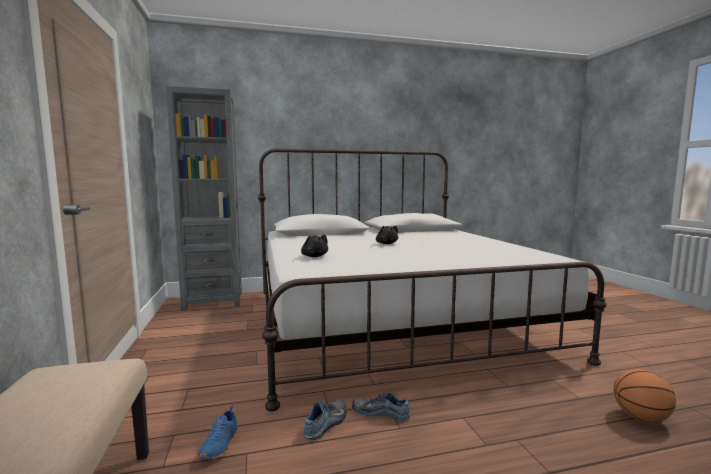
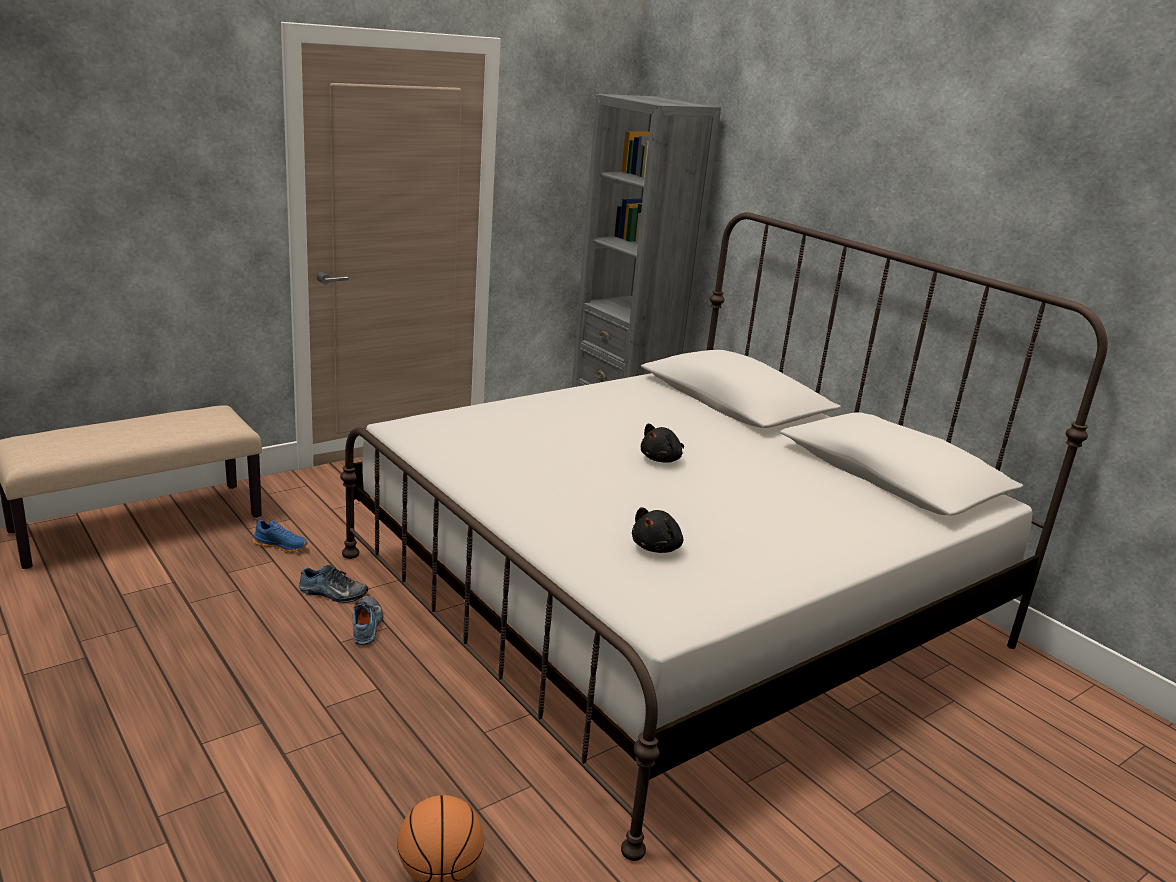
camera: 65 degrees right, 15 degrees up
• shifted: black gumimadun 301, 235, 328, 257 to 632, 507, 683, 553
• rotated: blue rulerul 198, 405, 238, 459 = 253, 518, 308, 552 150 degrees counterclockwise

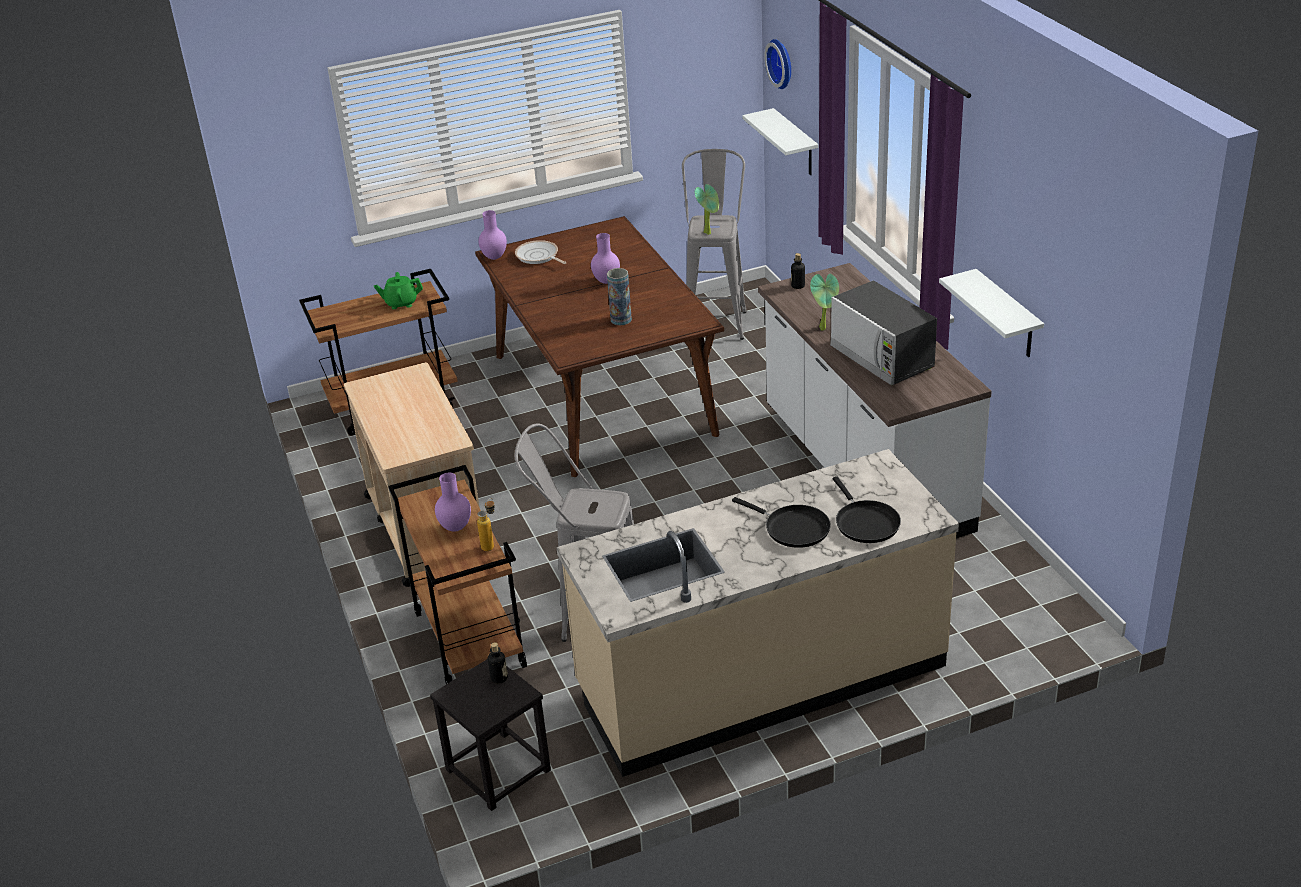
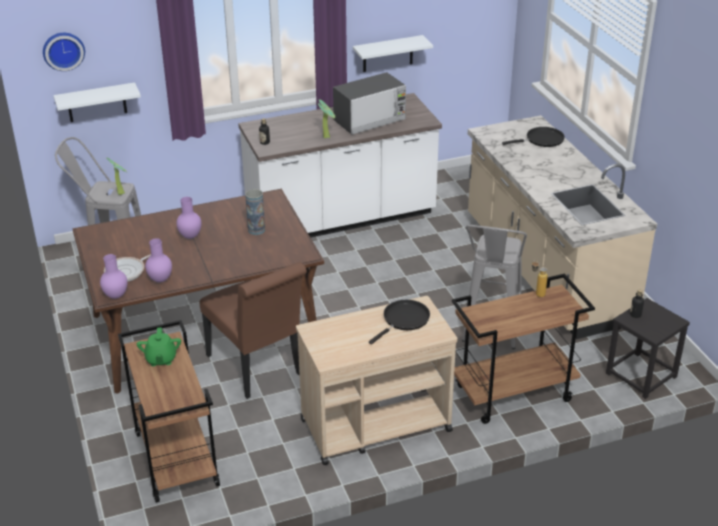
camera: 90 degrees left, 0 degrees up
• new: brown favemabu 200, 262, 307, 399
• shifted: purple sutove 435, 473, 471, 532 to 145, 238, 172, 282
• shifted: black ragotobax 732, 497, 831, 548 to 369, 300, 430, 344

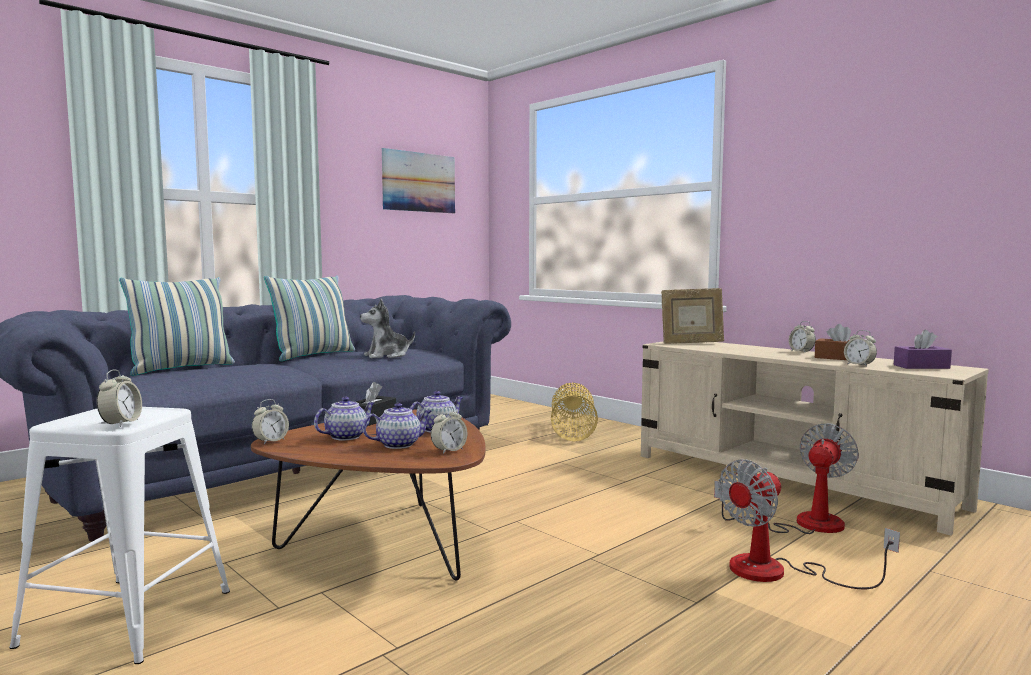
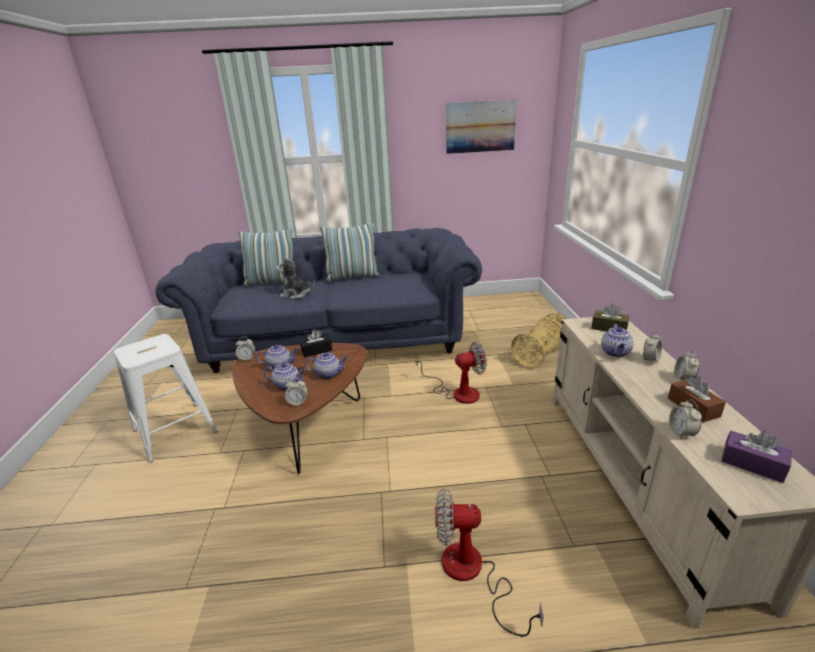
camera: 40 degrees right, 20 degrees up
• new: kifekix 601, 324, 634, 357
• shifted: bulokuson 96, 370, 142, 427 to 643, 332, 662, 364
• shifted: gumimadun 360, 299, 415, 358 to 276, 257, 314, 299
• shifted: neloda 714, 423, 859, 534 to 416, 342, 487, 404
• swapped: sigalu 661, 288, 724, 344 to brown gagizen 591, 304, 629, 332

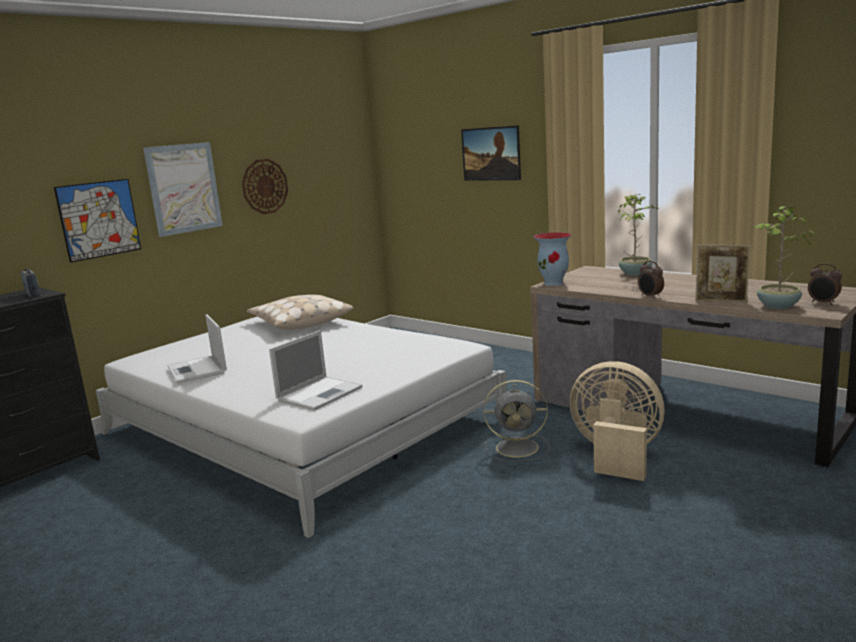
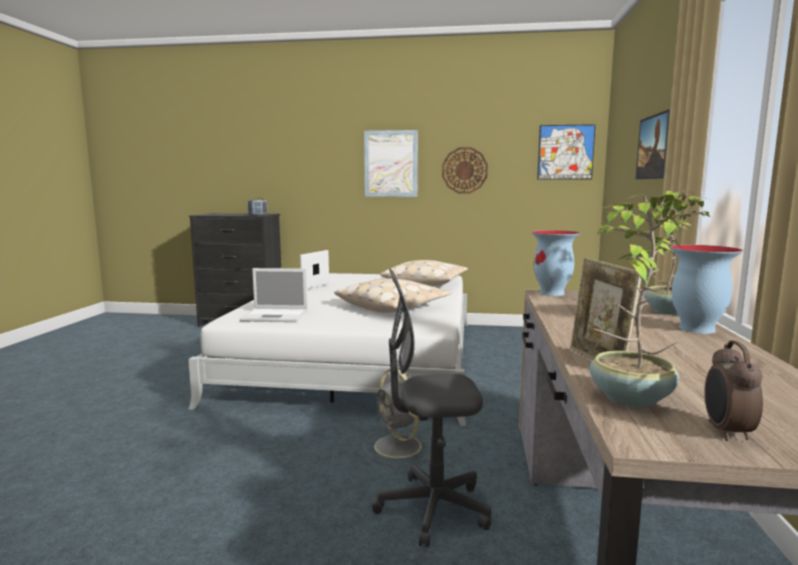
camera: 55 degrees right, 5 degrees down
• gone: bulokuson 638, 261, 664, 299
• new: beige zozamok 334, 279, 451, 313
• new: sutove 670, 245, 743, 334
• shifted: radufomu 54, 179, 141, 263 to 537, 124, 596, 180
• swapped: beige neloda 570, 361, 665, 481 to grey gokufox 372, 269, 491, 547

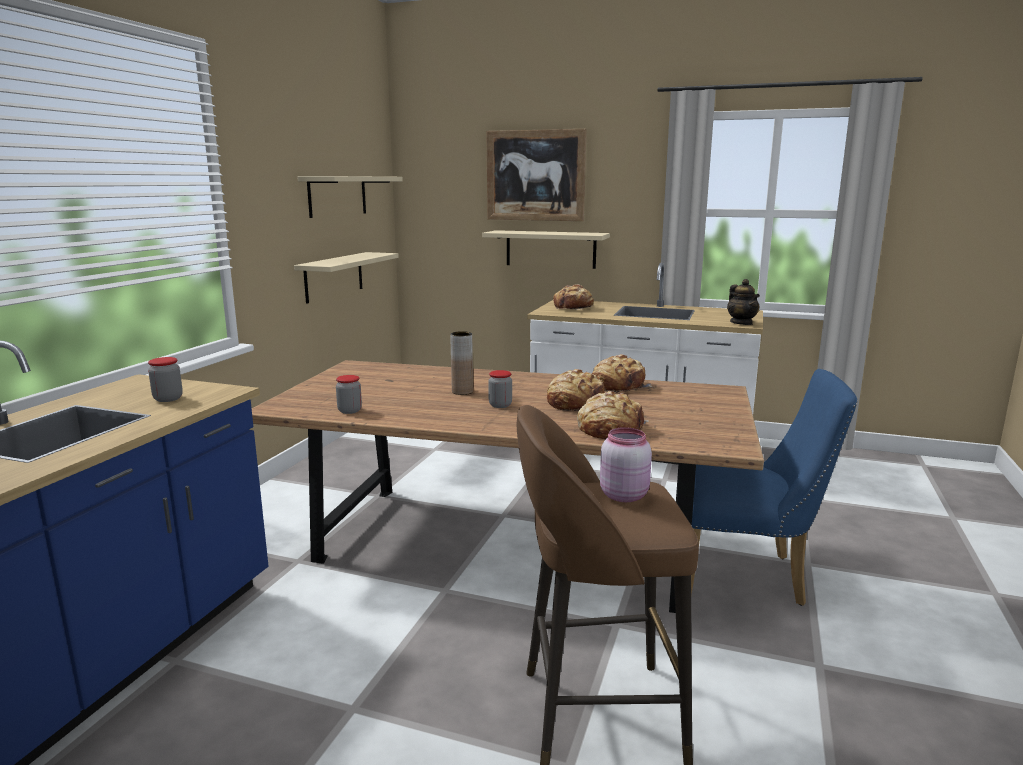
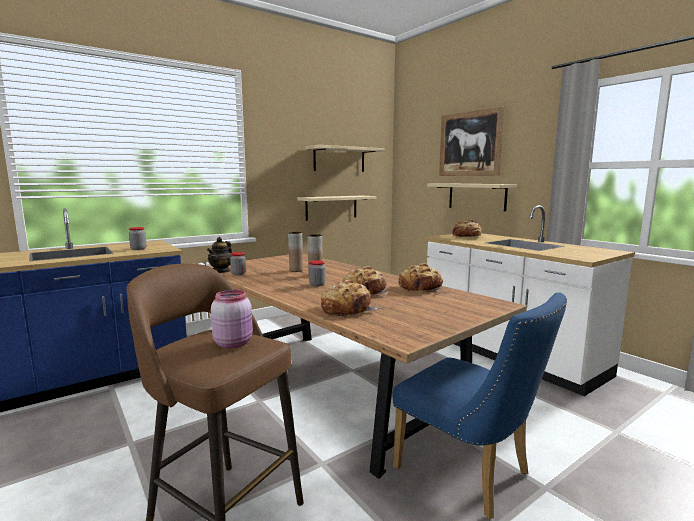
camera: 35 degrees right, 5 degrees down
• new: brown sutove 288, 232, 303, 272
• shifted: kifekix 727, 279, 760, 325 to 207, 237, 232, 273

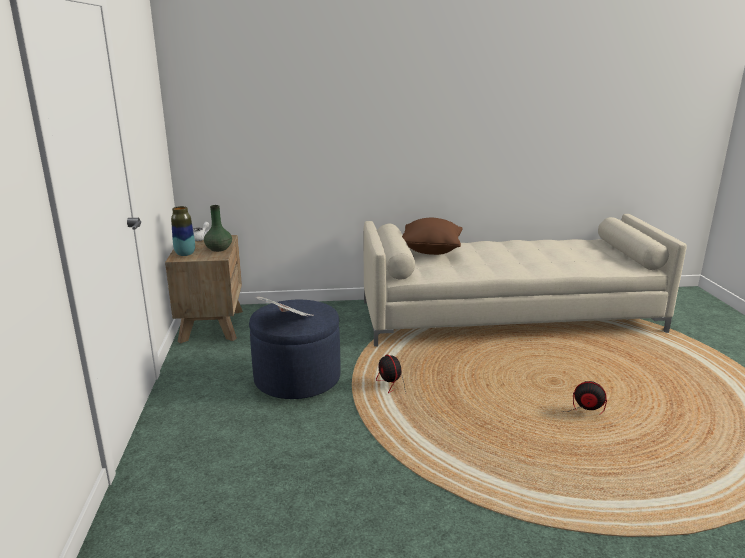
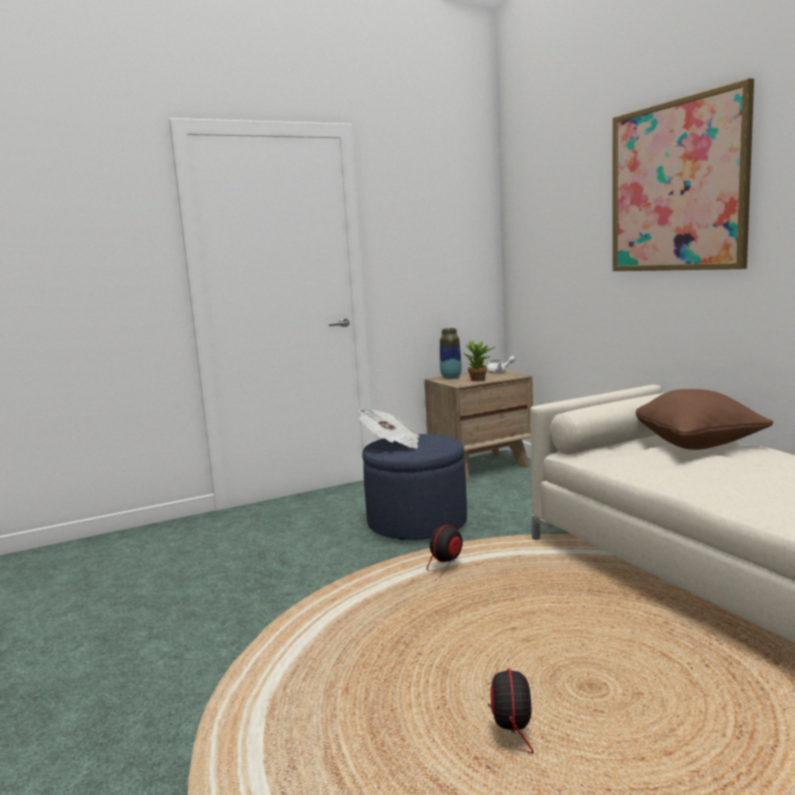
camera: 70 degrees right, 10 degrees down
• new: radufomu 612, 78, 754, 271
• swapped: green sutove 204, 205, 232, 252 to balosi 463, 340, 495, 381

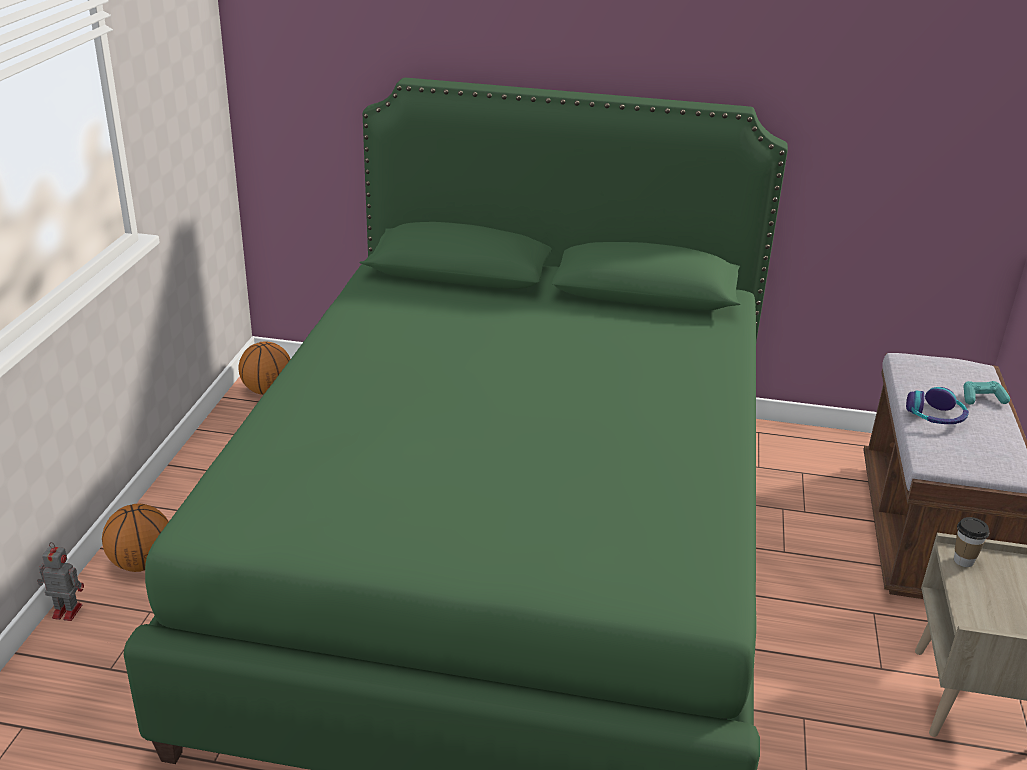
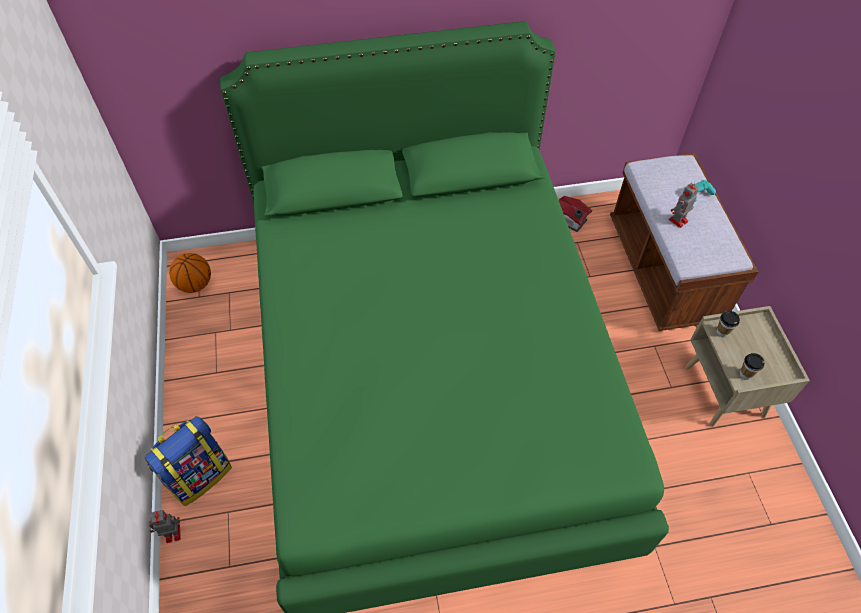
camera: 20 degrees left, 25 degrees up
• new: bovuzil 559, 196, 592, 232
• new: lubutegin 740, 353, 765, 380
• swapped: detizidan 102, 504, 169, 572 to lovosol 145, 416, 232, 506
• swapped: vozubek 906, 387, 969, 424 to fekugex 669, 182, 699, 228

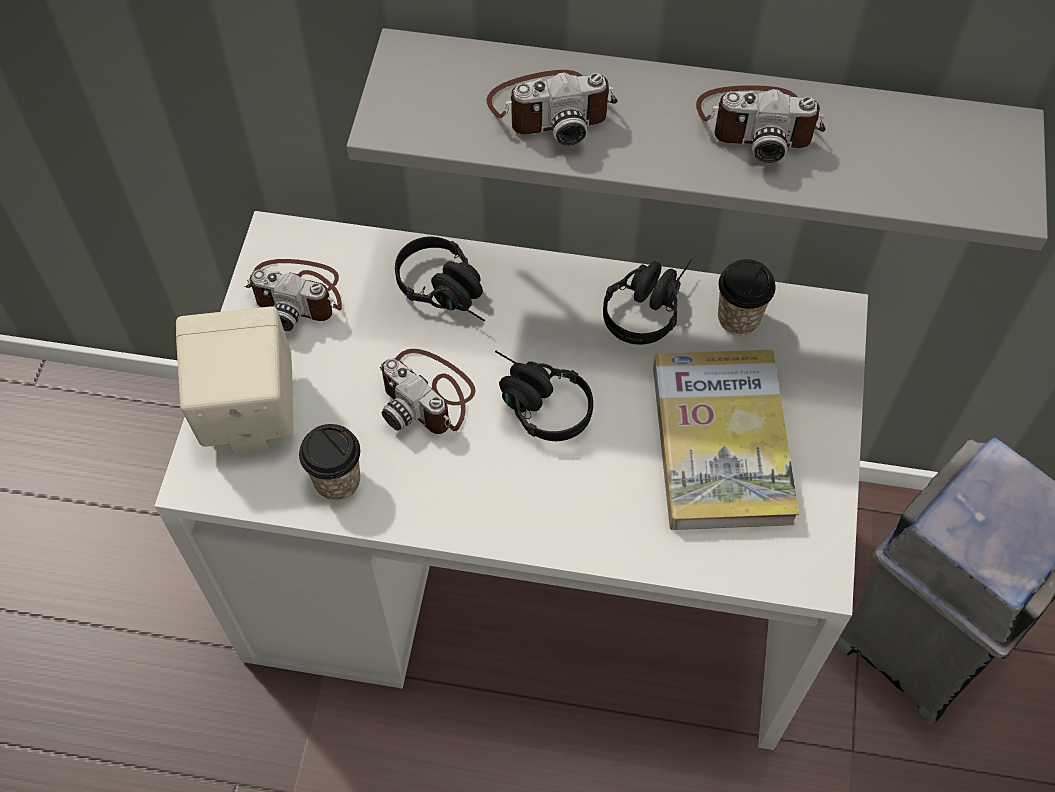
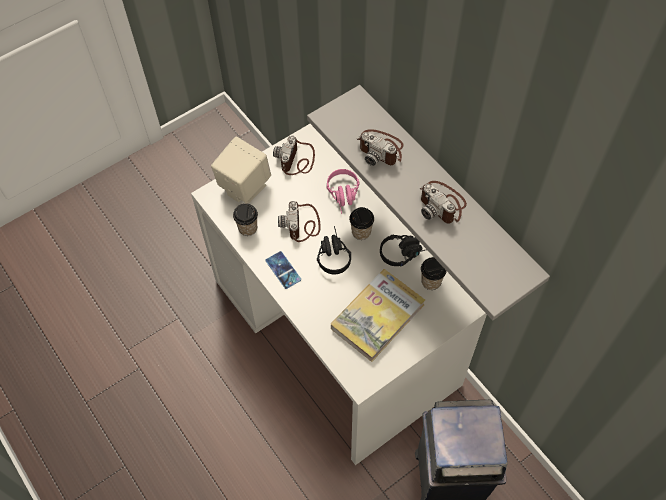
camera: 45 degrees right, 0 degrees up
• new: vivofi 266, 251, 301, 289
• new: lubutegin 349, 207, 374, 240
• repainted: black vozubek 395, 237, 485, 322 to pink vozubek 327, 169, 360, 214
• rotated: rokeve 244, 259, 342, 331 = 273, 136, 315, 175 45 degrees clockwise

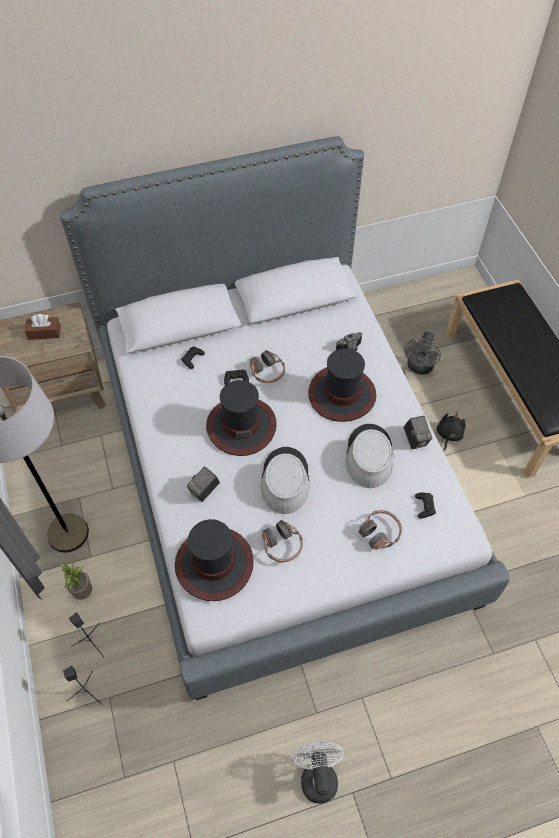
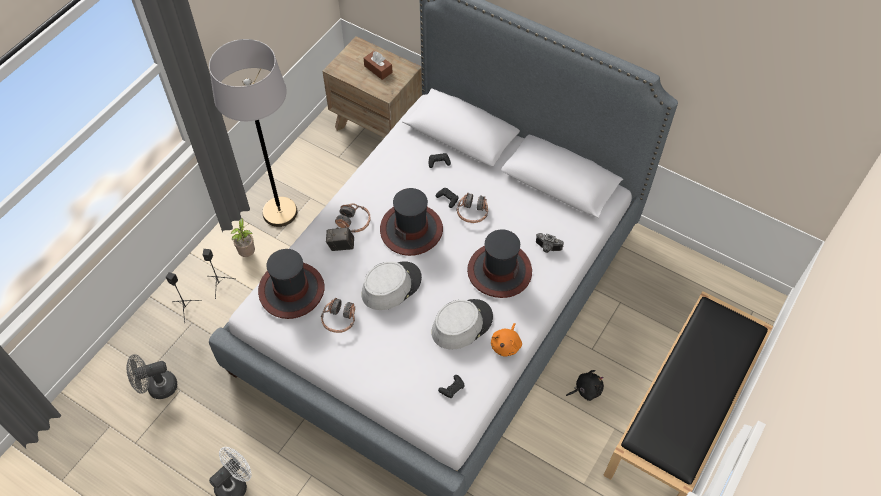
camera: 50 degrees right, 0 degrees up
• shifted: vozubek 359, 510, 402, 549 to 335, 203, 371, 233
• shifted: grey neloda 404, 331, 441, 375 to 126, 354, 177, 399
• swapped: rokeve 403, 416, 432, 449 to orange gumimadun 491, 323, 522, 357

